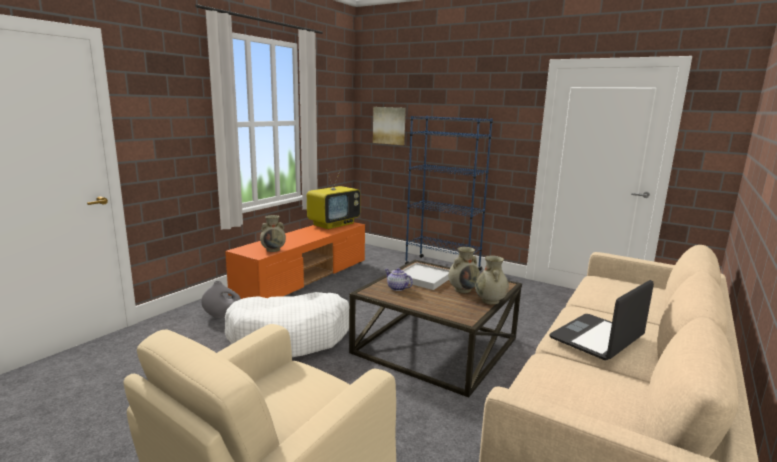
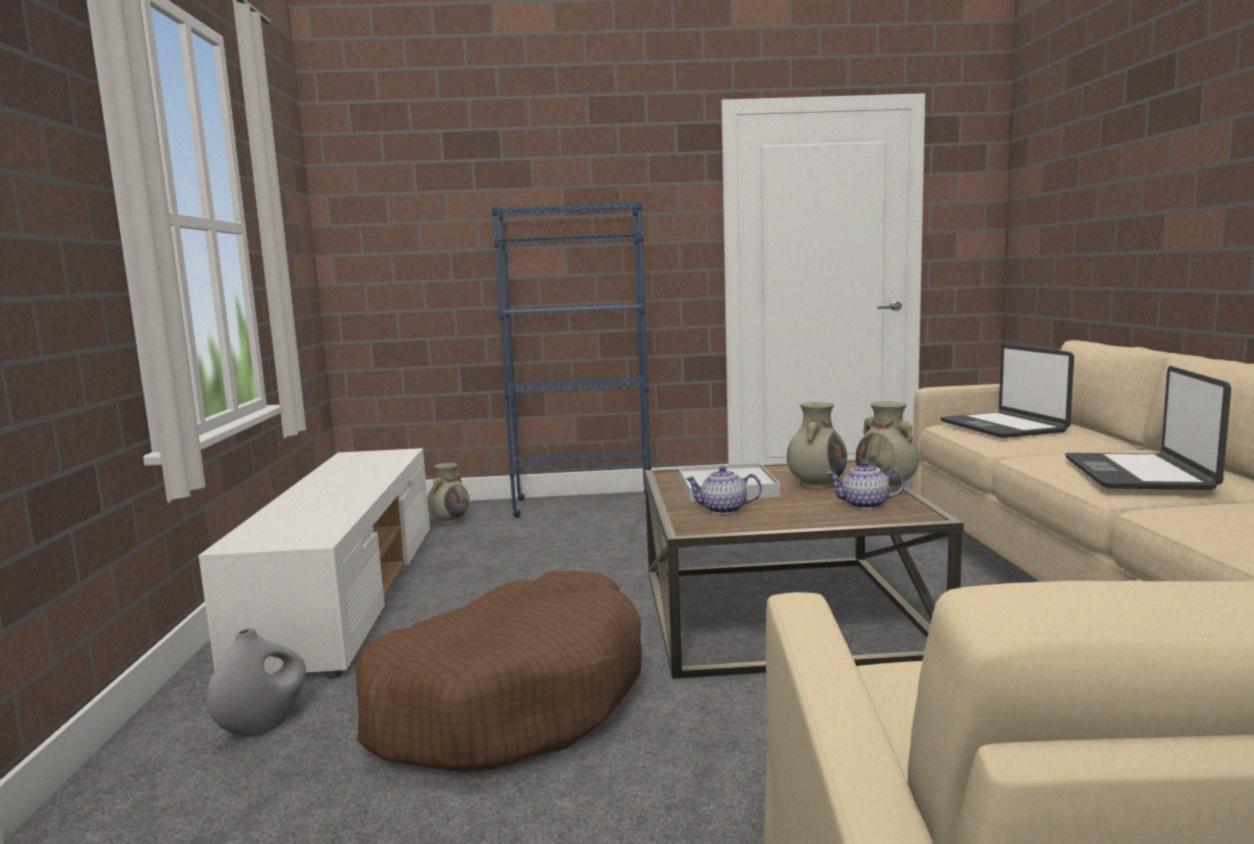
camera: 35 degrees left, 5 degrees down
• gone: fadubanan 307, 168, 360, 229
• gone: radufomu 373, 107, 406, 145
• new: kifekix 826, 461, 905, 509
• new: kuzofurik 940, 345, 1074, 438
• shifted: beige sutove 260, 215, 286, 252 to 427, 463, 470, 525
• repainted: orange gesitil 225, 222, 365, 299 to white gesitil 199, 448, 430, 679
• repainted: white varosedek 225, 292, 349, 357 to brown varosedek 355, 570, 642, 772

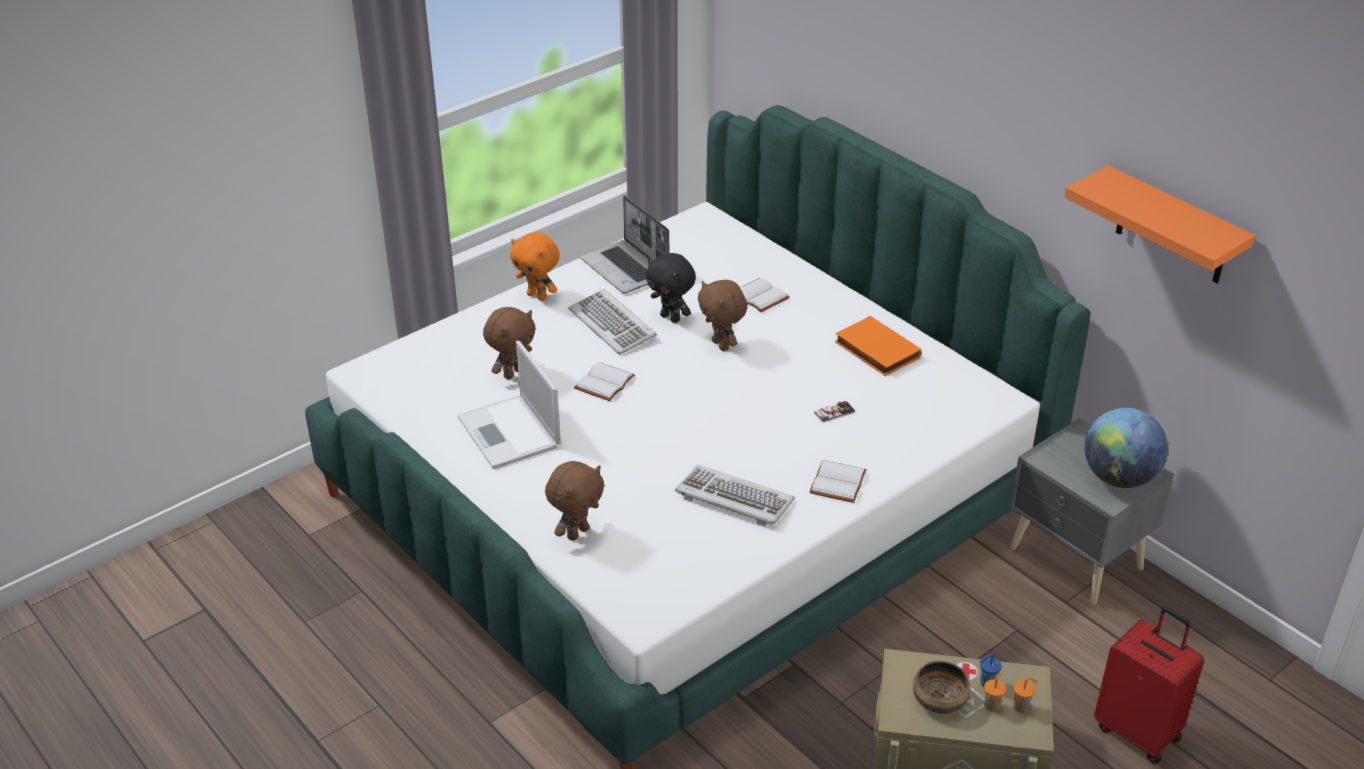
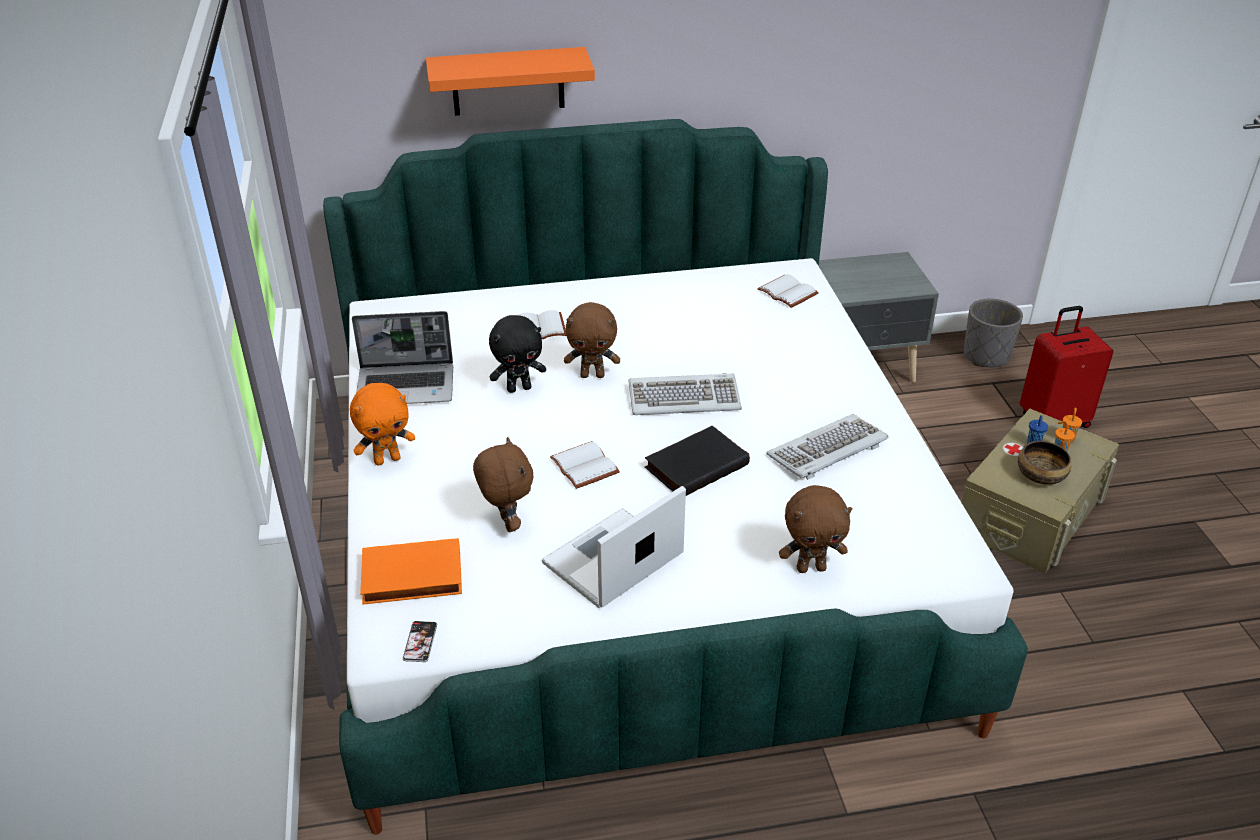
camera: 60 degrees left, 0 degrees up
• gone: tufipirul 1084, 408, 1168, 488
• new: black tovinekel 645, 425, 750, 496
• new: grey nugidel 964, 299, 1023, 367
• shifted: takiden 568, 289, 657, 355 to 629, 373, 742, 415
• shifted: white tovinekel 810, 460, 867, 503 to 757, 274, 819, 308
• shifted: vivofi 814, 401, 855, 422 to 403, 621, 437, 662
• shifted: orange tovinekel 835, 316, 921, 376 to 360, 538, 462, 605
• shifted: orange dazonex 1064, 166, 1255, 283 to 426, 47, 595, 116
• rotated: kuzofurik 458, 341, 561, 469 = 542, 486, 686, 608 135 degrees clockwise
• rotated: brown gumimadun 545, 461, 605, 541 = 779, 485, 852, 573 105 degrees clockwise

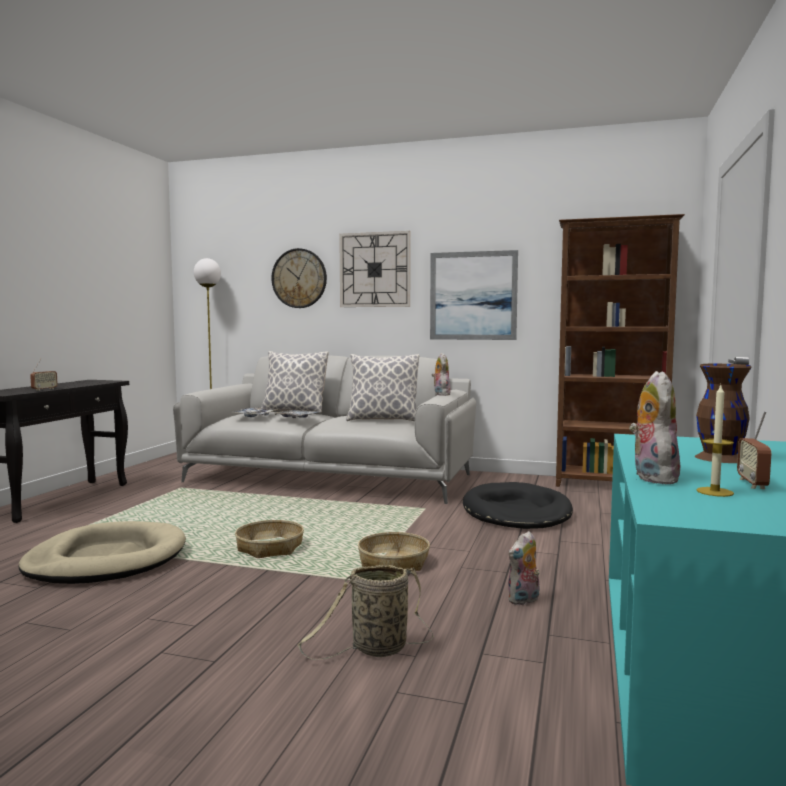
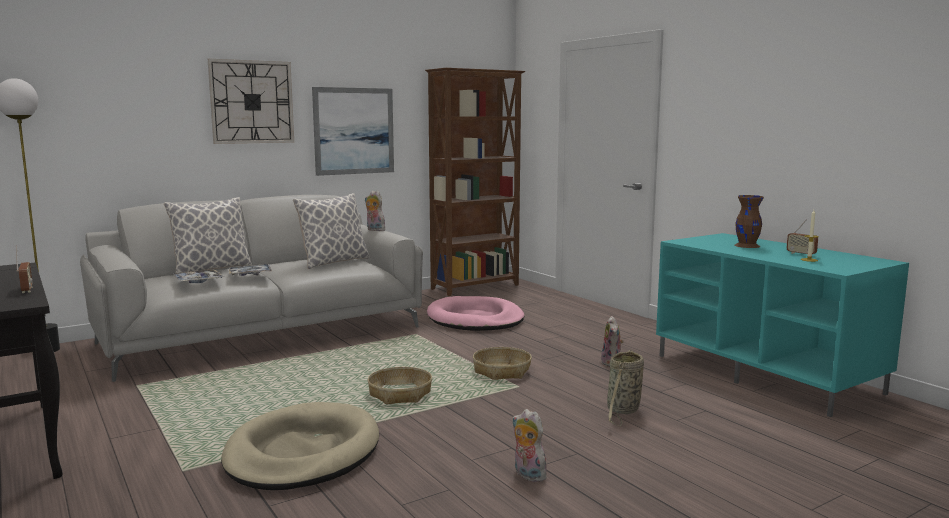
camera: 50 degrees left, 5 degrees up
• gone: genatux 271, 248, 327, 308
• shifted: gumimadun 629, 371, 680, 484 to 512, 409, 551, 482
• repainted: black varosedek 463, 482, 573, 529 to pink varosedek 427, 296, 524, 331

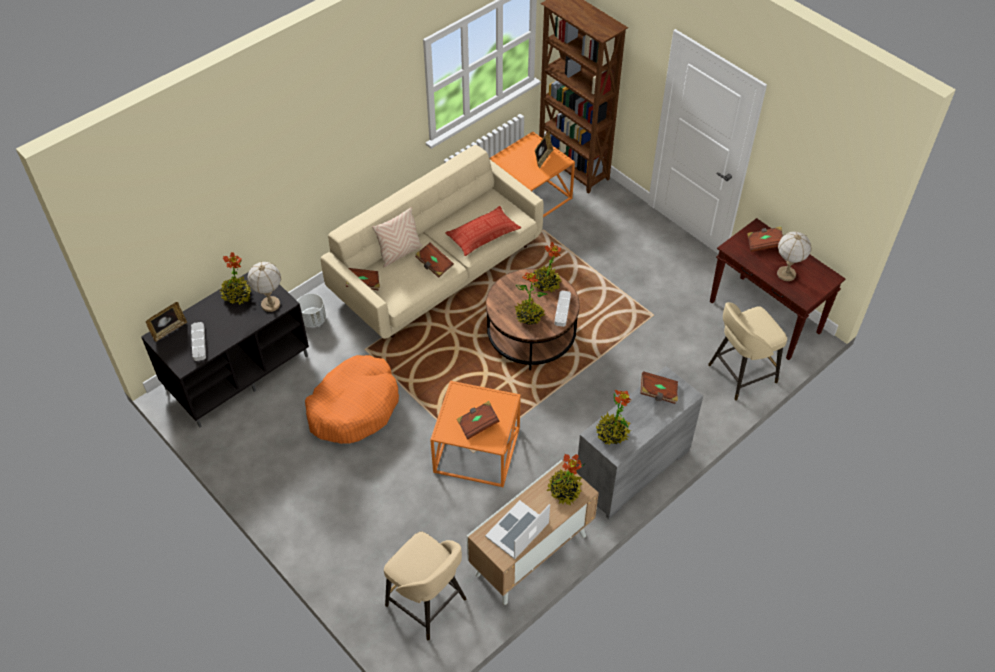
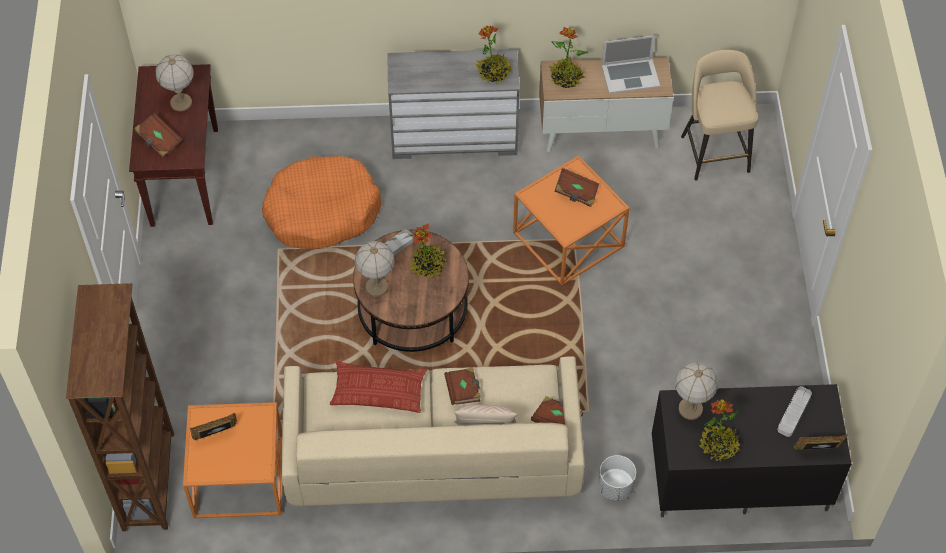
camera: 140 degrees left, 5 degrees up
• gone: brown tovinekel 640, 371, 678, 404
• gone: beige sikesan 708, 302, 787, 400
• shifted: orange varosedek 305, 355, 399, 444 to 262, 156, 381, 249
• swapped: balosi 533, 242, 561, 292 to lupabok 355, 241, 394, 297

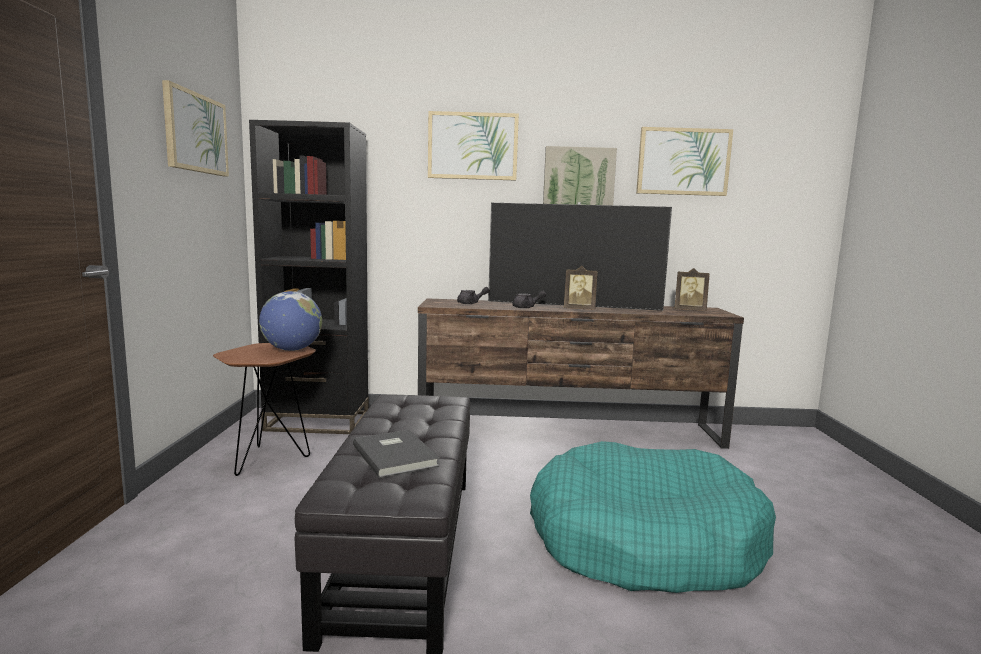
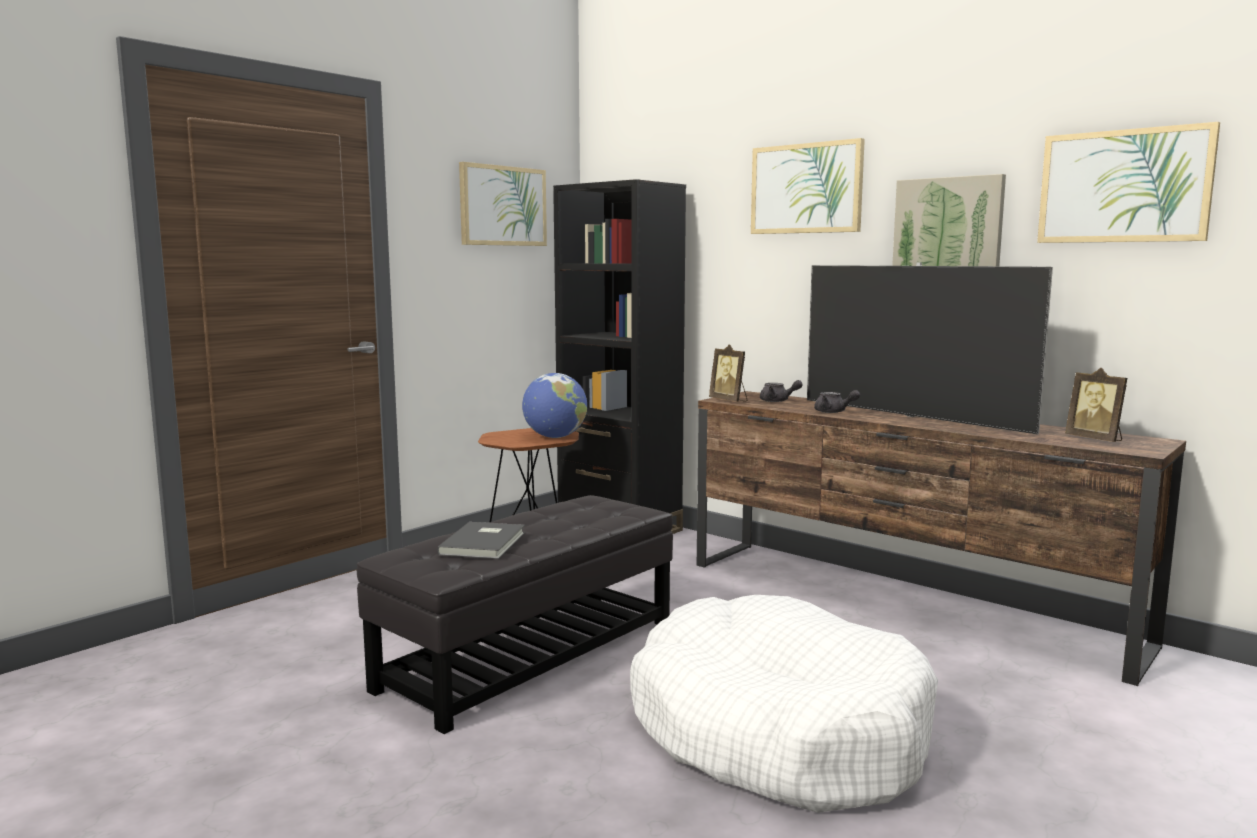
camera: 40 degrees right, 0 degrees up
• shifted: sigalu 564, 266, 598, 310 to 709, 344, 747, 402
• repainted: turquoise varosedek 530, 441, 776, 593 to white varosedek 630, 595, 938, 813

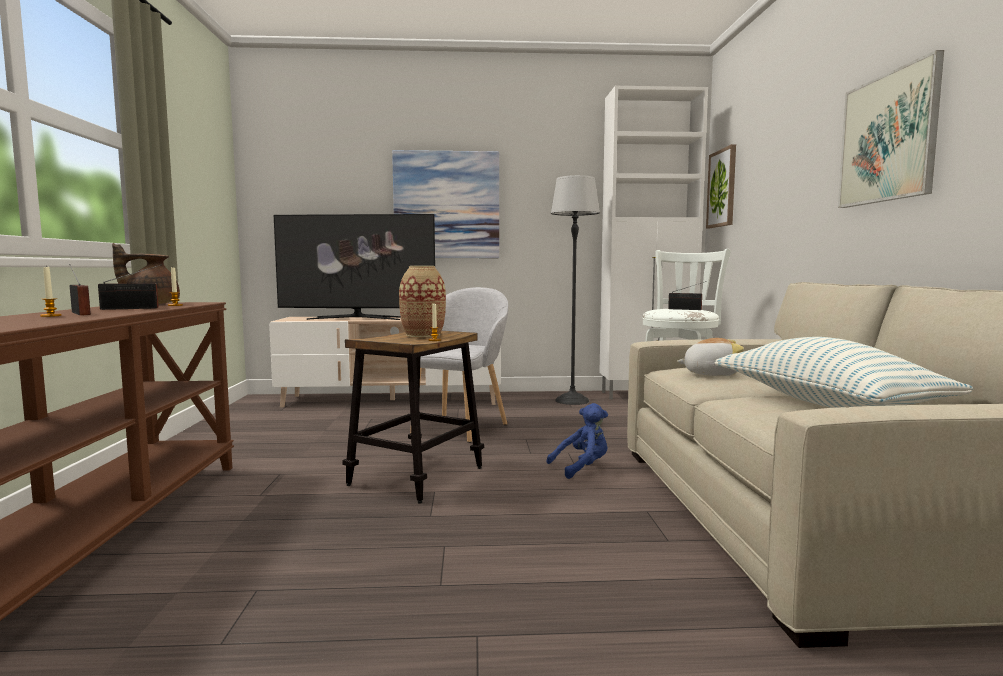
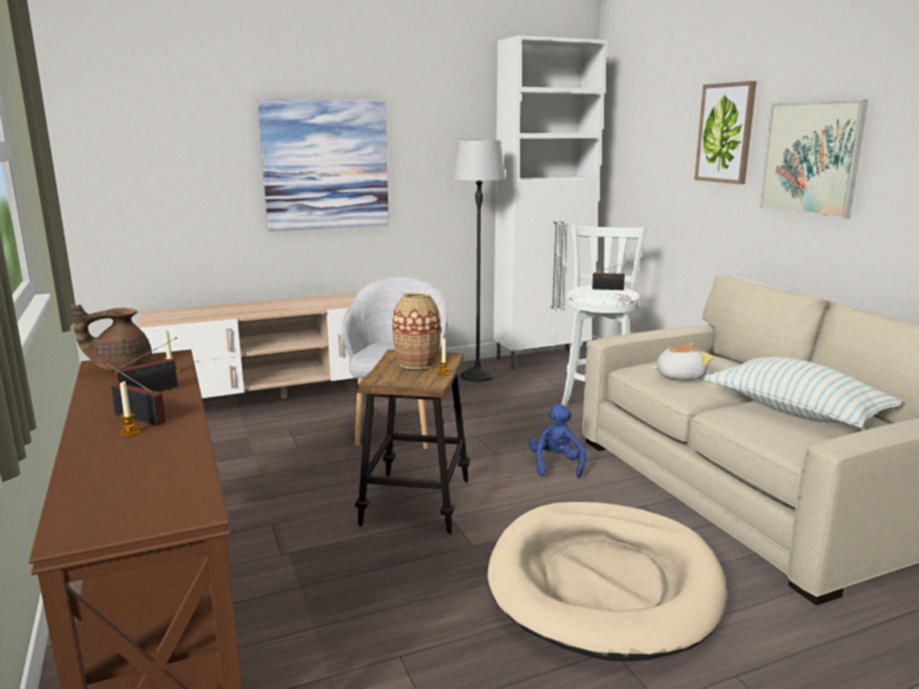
camera: 20 degrees left, 10 degrees up
• gone: fadubanan 274, 214, 435, 320
• new: beige varosedek 487, 502, 726, 661
• shifted: radufomu 706, 144, 736, 228 to 694, 81, 757, 184
• rotated: blue gumimadun 546, 403, 608, 479 = 529, 404, 586, 478 45 degrees counterclockwise

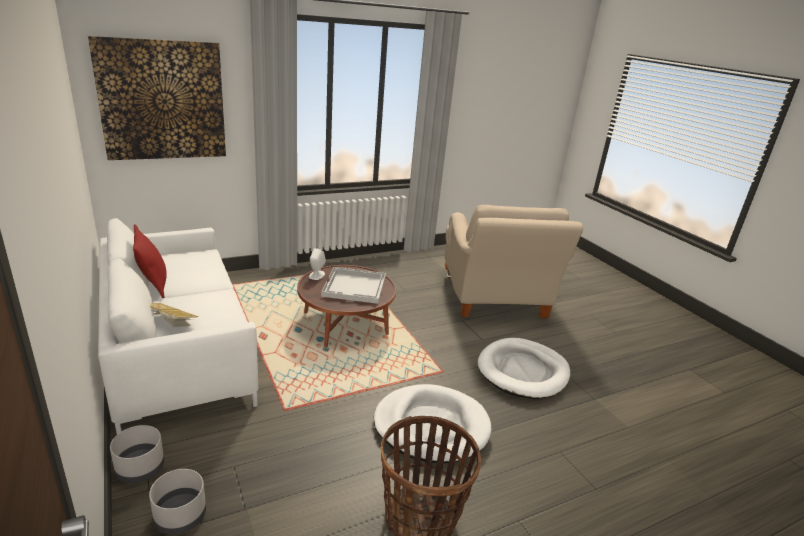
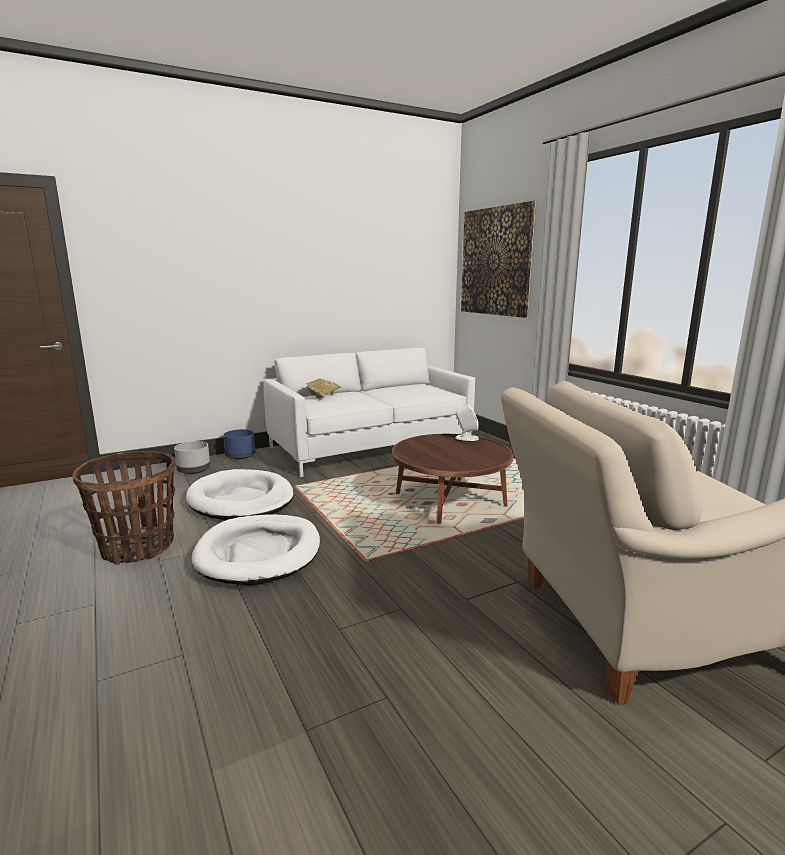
camera: 90 degrees right, 10 degrees down
• gone: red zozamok 133, 224, 167, 299
• gone: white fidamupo 321, 267, 386, 304
• shifted: white varosedek 478, 338, 570, 399 to 186, 469, 294, 520
• repainted: grey nugidel 110, 425, 164, 483 to blue nugidel 223, 429, 255, 459

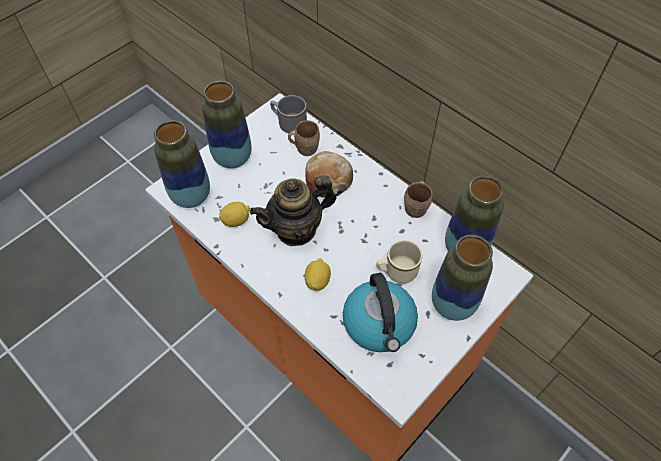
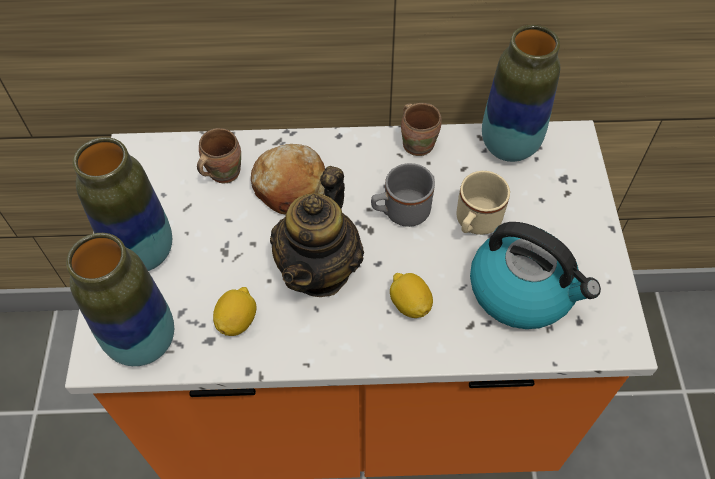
camera: 45 degrees left, 0 degrees up
• gone: sutove 432, 234, 493, 321
• shifted: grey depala 270, 95, 307, 133 to 371, 163, 435, 227

